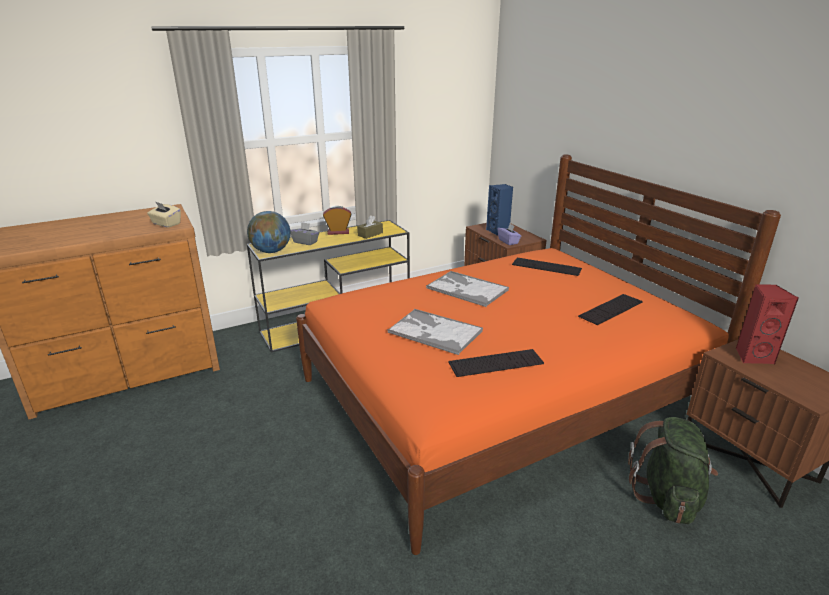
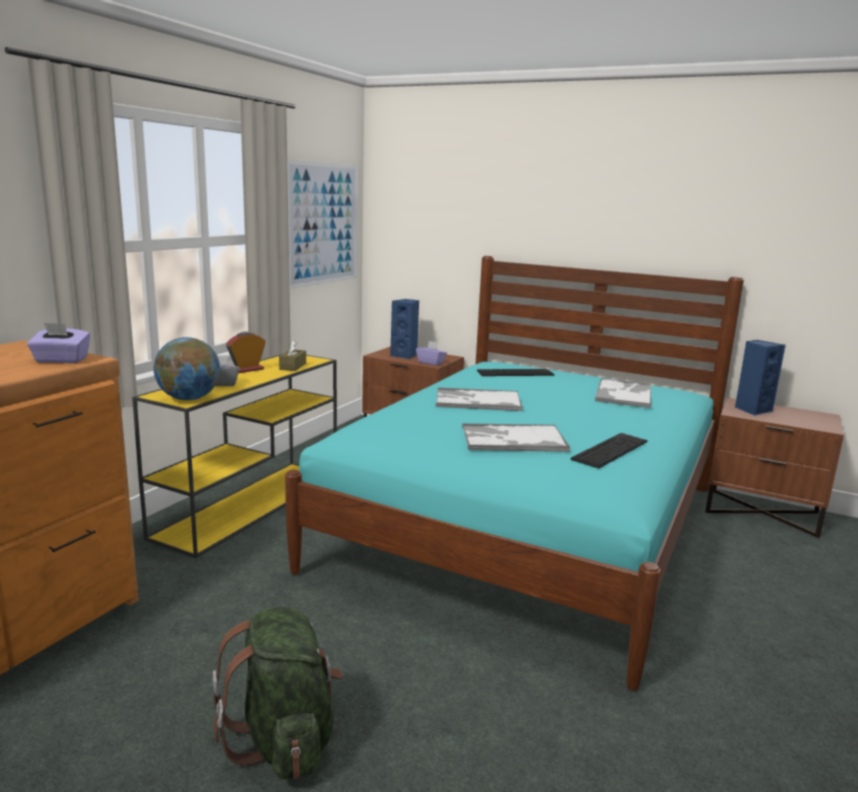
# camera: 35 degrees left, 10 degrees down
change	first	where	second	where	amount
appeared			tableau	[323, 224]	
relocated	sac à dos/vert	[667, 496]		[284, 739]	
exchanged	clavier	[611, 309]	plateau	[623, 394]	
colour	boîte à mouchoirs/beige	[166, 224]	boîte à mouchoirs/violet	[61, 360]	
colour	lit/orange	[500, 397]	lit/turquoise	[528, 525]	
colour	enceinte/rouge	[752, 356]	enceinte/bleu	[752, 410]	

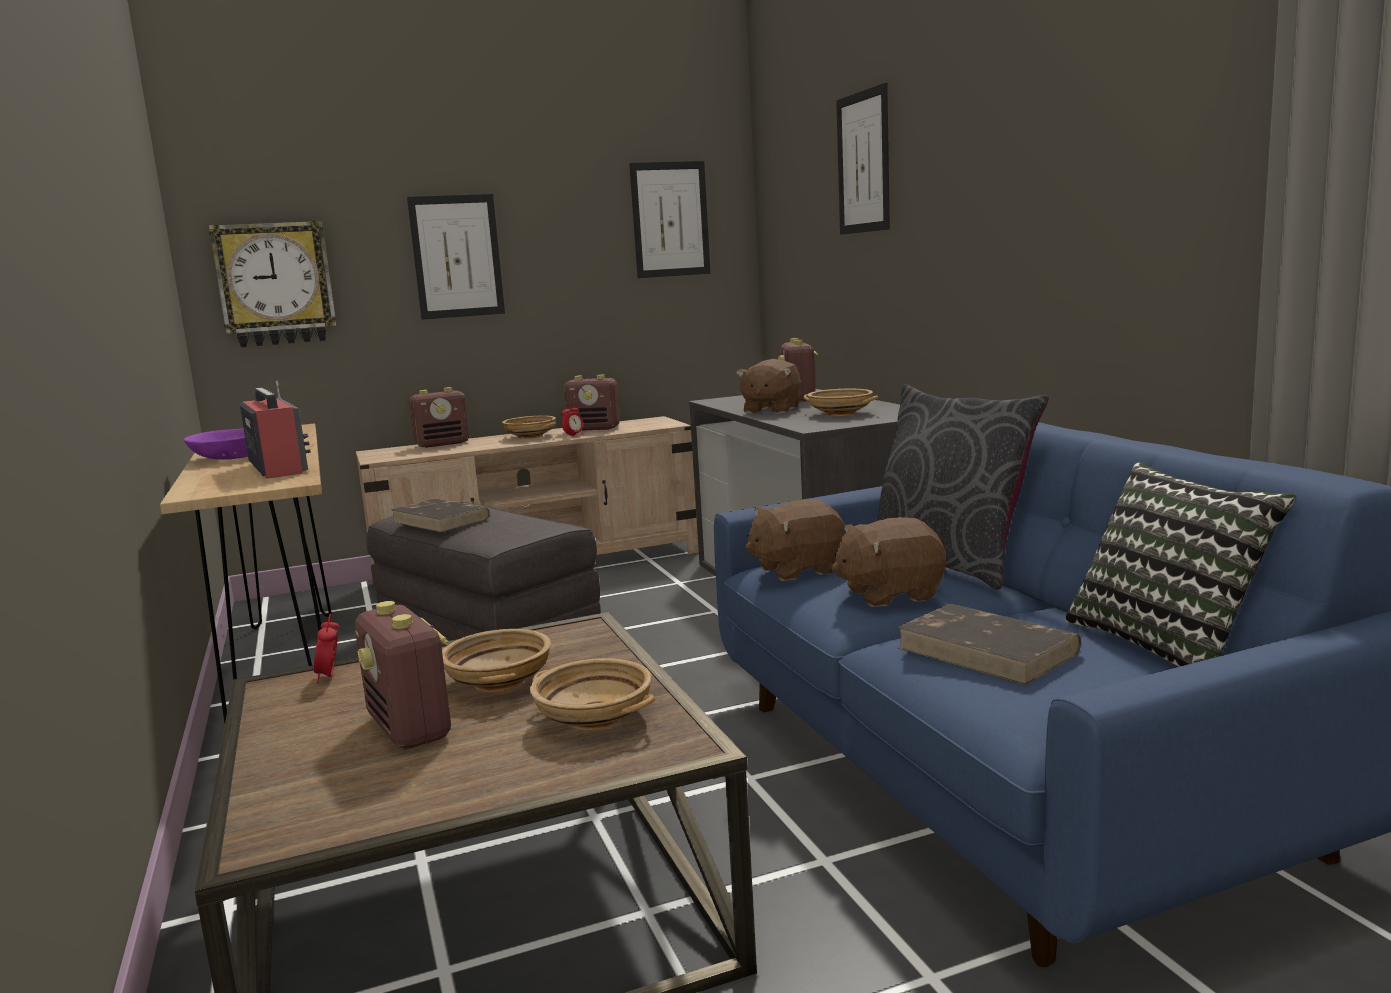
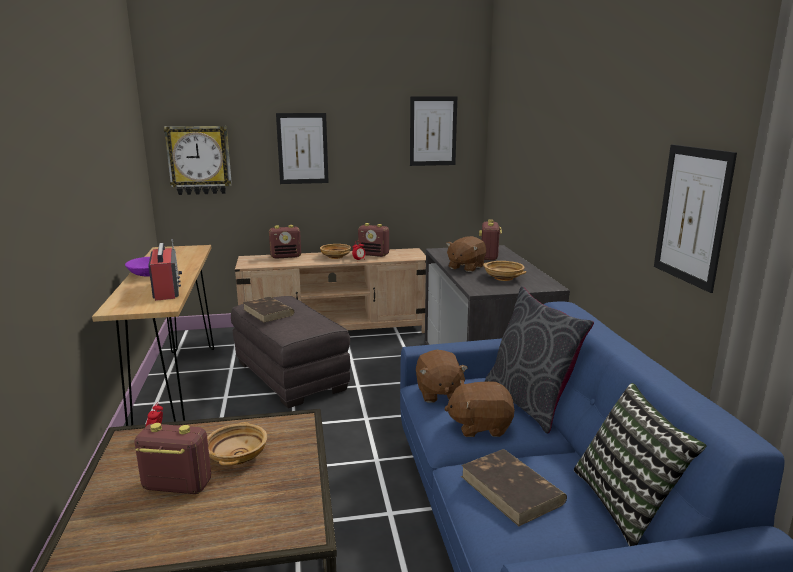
# camera: 10 degrees right, 5 degrees up
change	first	where	second	where	amount
missing	bol/beige	[593, 718]			
relocated	tableau	[863, 162]		[692, 215]	
spun	radio	[410, 728]		[176, 486]	120 degrees clockwise
spun	peluche/marron	[797, 570]		[438, 393]	90 degrees counterclockwise

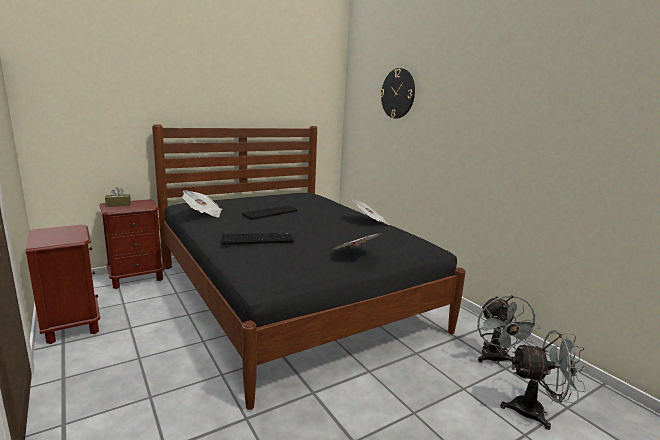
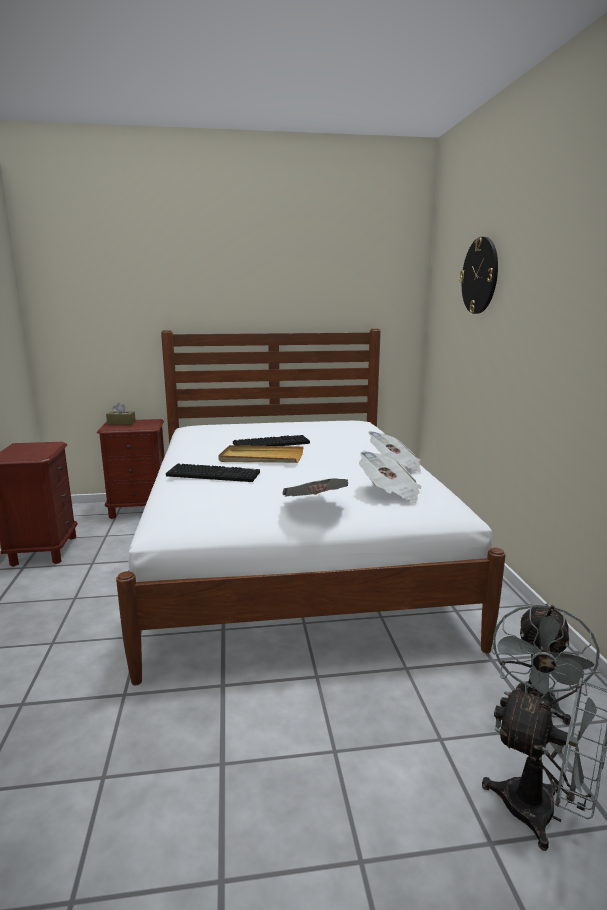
# camera: 25 degrees right, 0 degrees up
change	first	where	second	where	amount
appeared			plateau/beige	[261, 458]	
relocated	journal	[203, 214]		[390, 493]	
colour	lit/noir	[290, 296]	lit/blanc	[290, 557]	

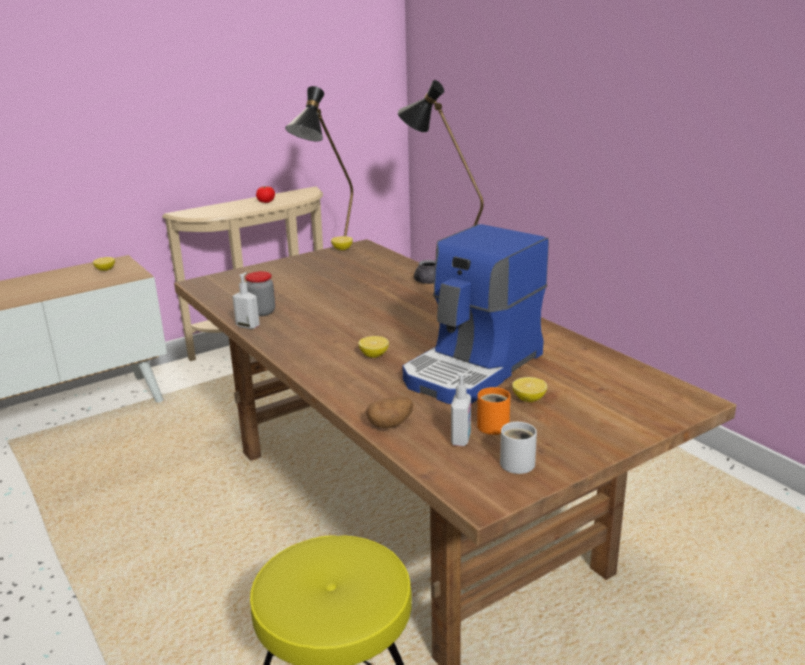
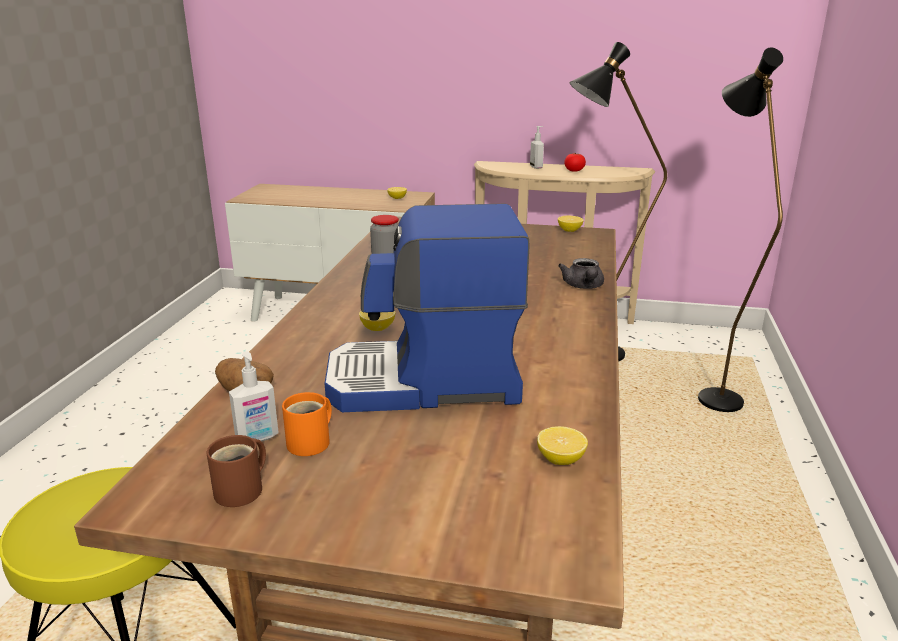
# camera: 45 degrees right, 0 degrees up
change	first	where	second	where	amount
relocated	distributeur de savon	[248, 326]		[536, 167]	
relocated	citron	[529, 399]		[560, 460]	
colour	mug/blanc	[517, 461]	mug/marron	[243, 490]	

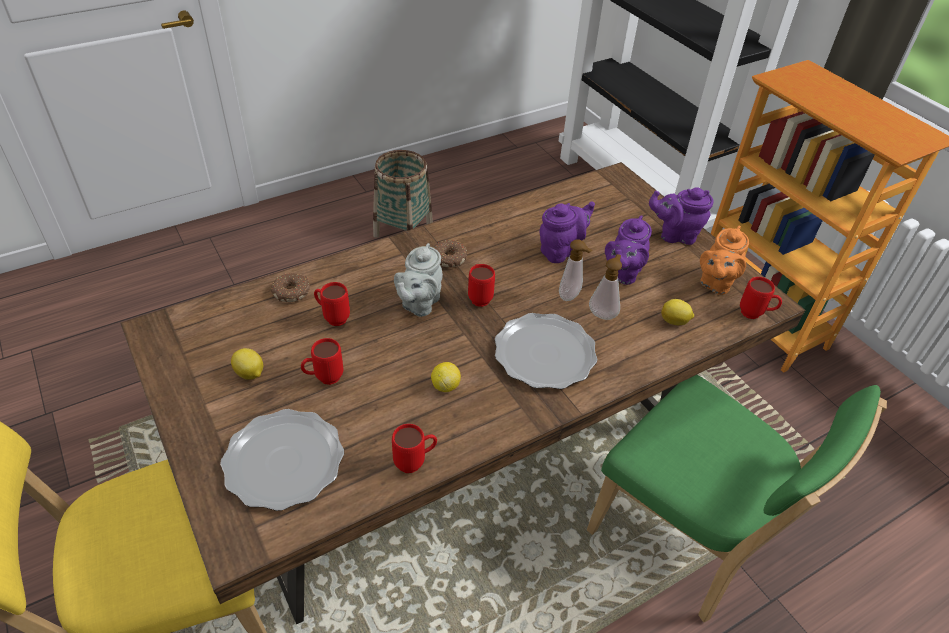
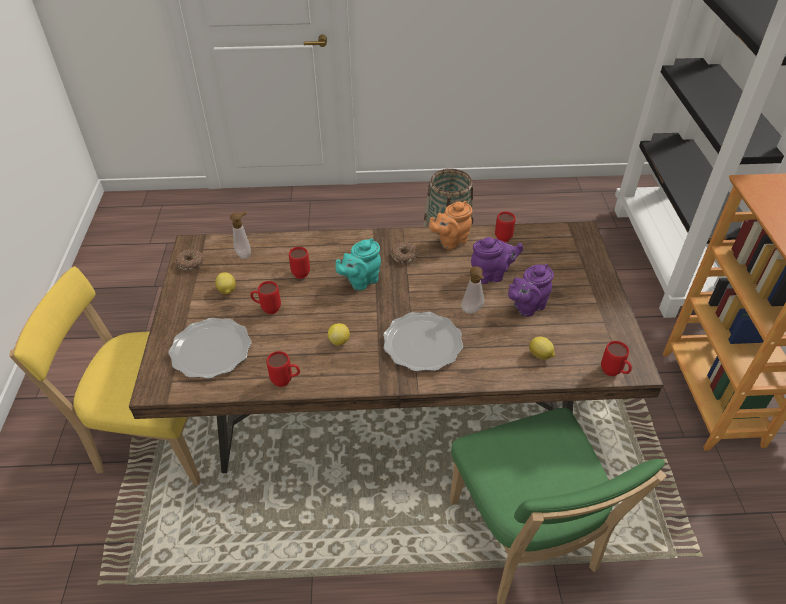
# camera: 30 degrees right, 0 degrees up
change	first	where	second	where	amount
missing	théière/violet	[675, 235]			
relocated	beignet	[292, 292]		[191, 263]	
relocated	mug/rouge	[479, 297]		[503, 236]	
relocated	distributeur de savon	[603, 313]		[245, 254]	
relocated	théière/orange	[715, 283]		[450, 241]	
colour	théière/gris	[419, 304]	théière/turquoise	[360, 281]	

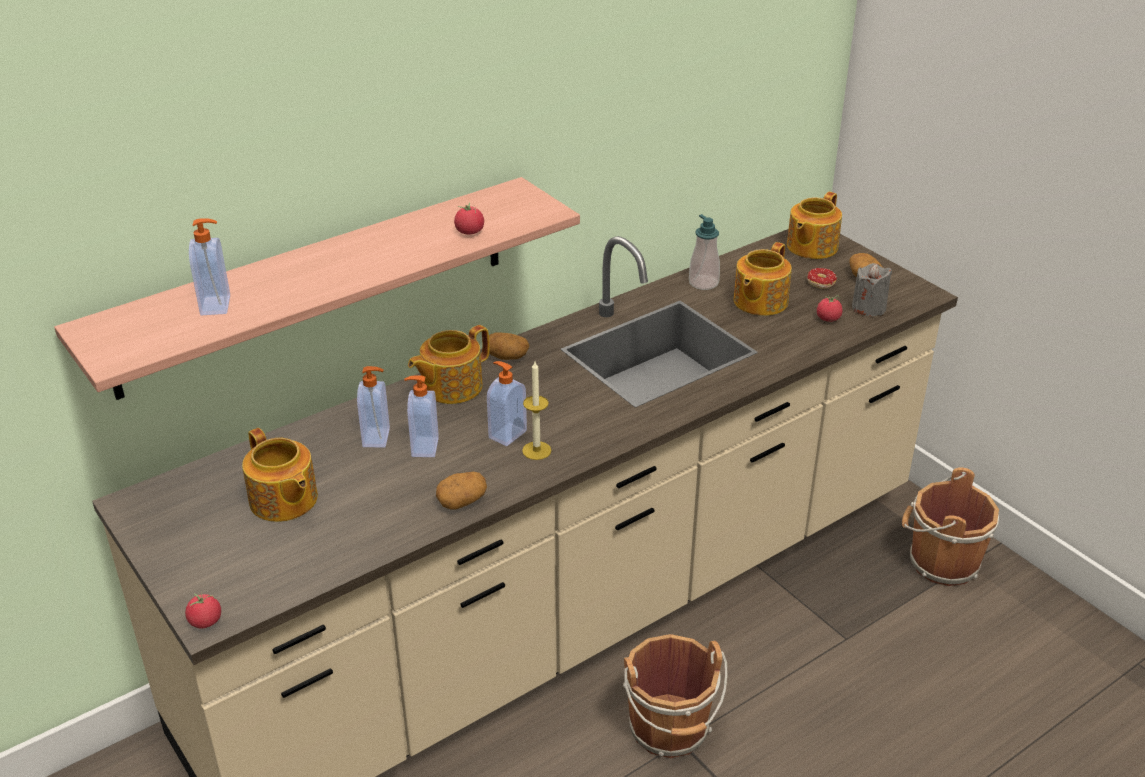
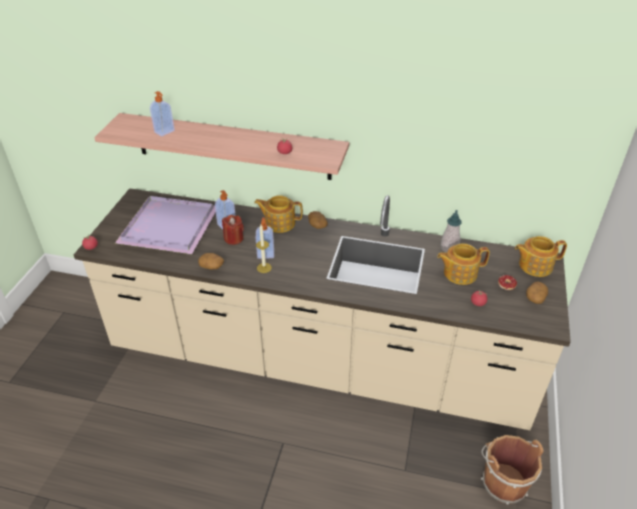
# camera: 50 degrees right, 5 degrees up
change	first	where	second	where	amount
missing	seau/marron	[670, 730]			
missing	bougie/gris	[868, 308]			
exchanged	théière	[283, 501]	plateau/violet	[168, 225]	
exchanged	distributeur de savon	[423, 447]	bougie/rouge	[233, 238]	

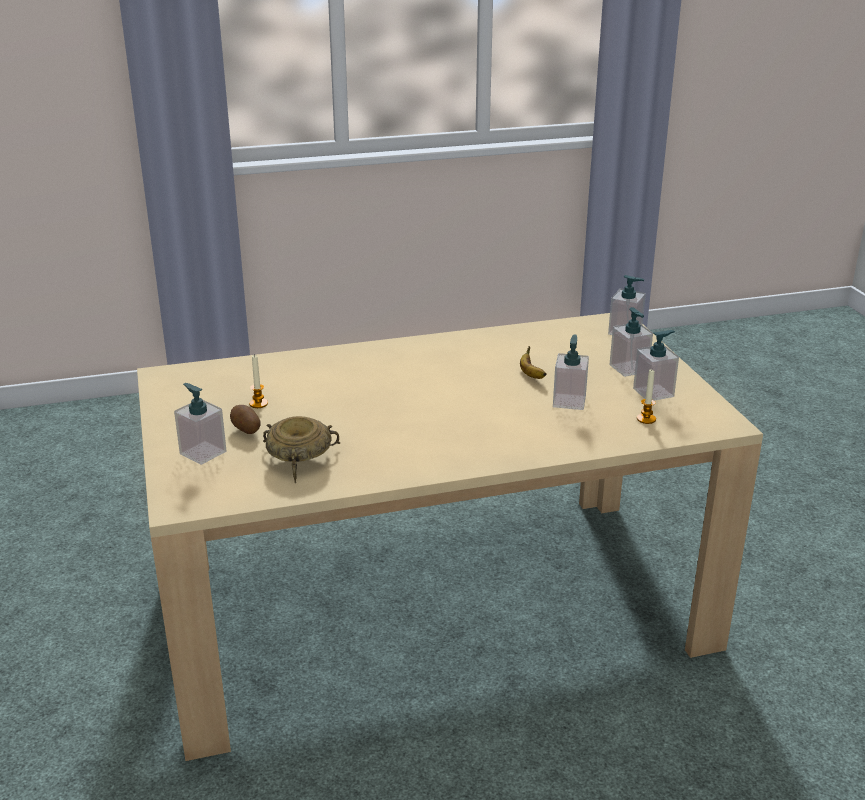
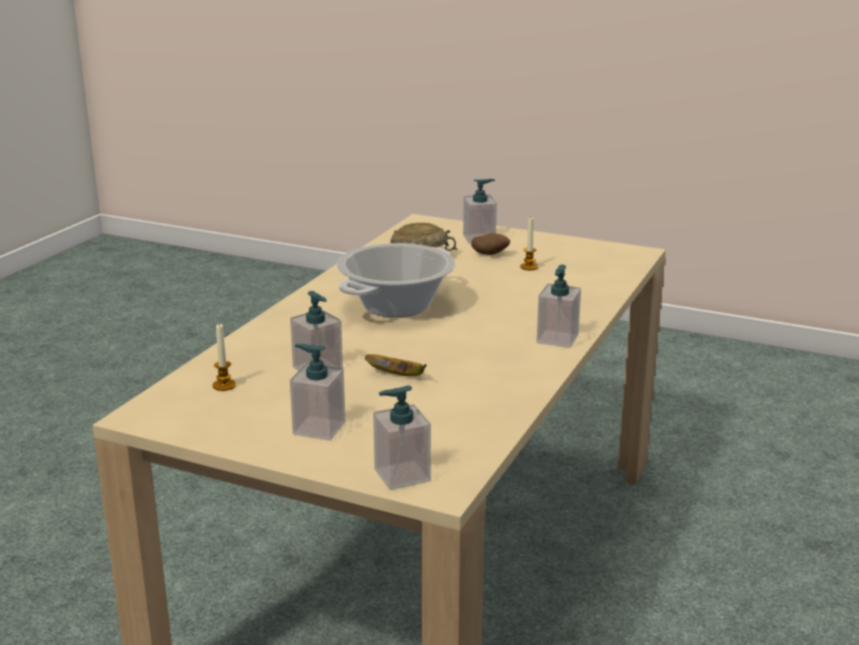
# camera: 130 degrees right, 5 degrees down
change	first	where	second	where	amount
appeared			marmite	[397, 306]	
relocated	distributeur de savon	[653, 392]		[557, 339]	

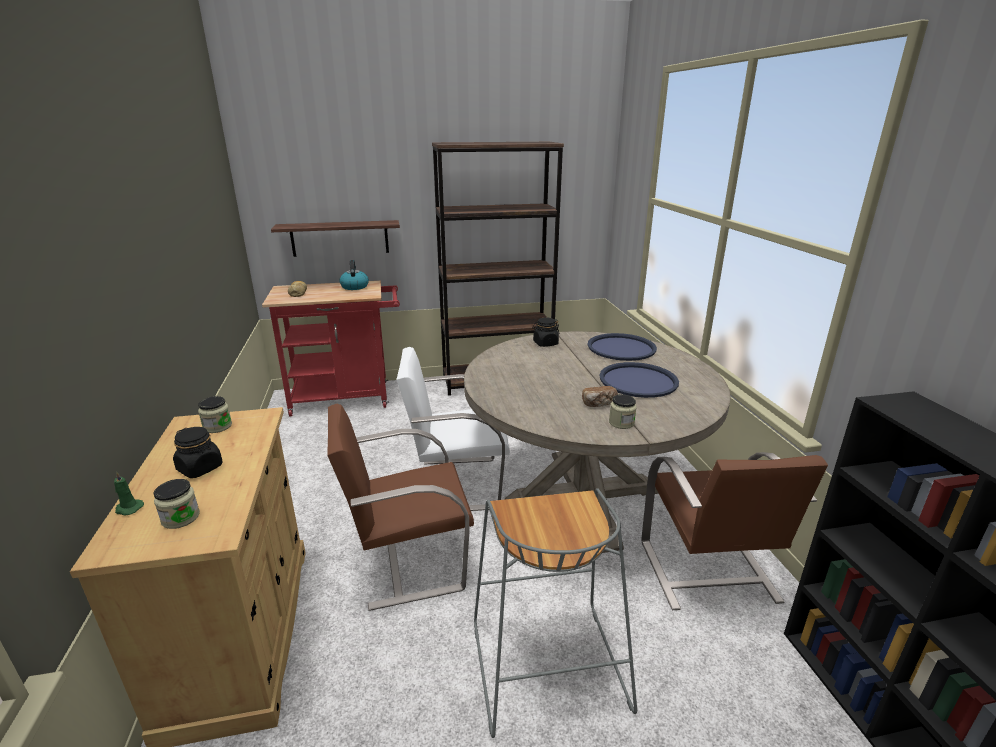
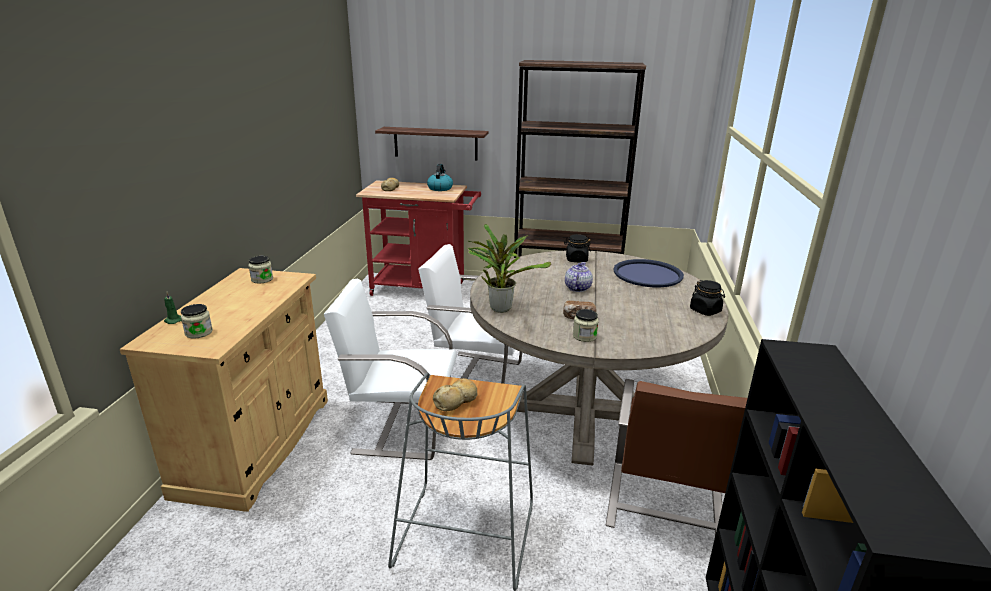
# camera: 20 degrees right, 0 degrees up
change	first	where	second	where	amount
missing	plateau/bleu	[638, 381]			
appeared			pain	[456, 400]	
appeared			plante en pot	[499, 307]	
appeared			théière	[577, 288]	
relocated	bocal/noir	[200, 468]		[705, 311]	
colour	chaise/marron	[408, 560]	chaise/blanc	[401, 426]	

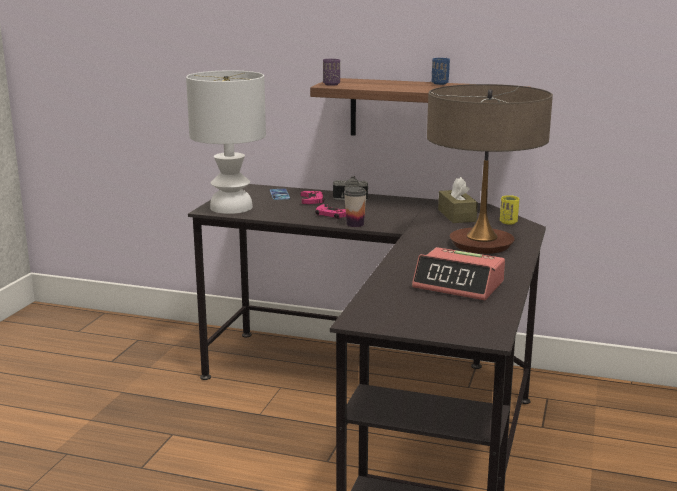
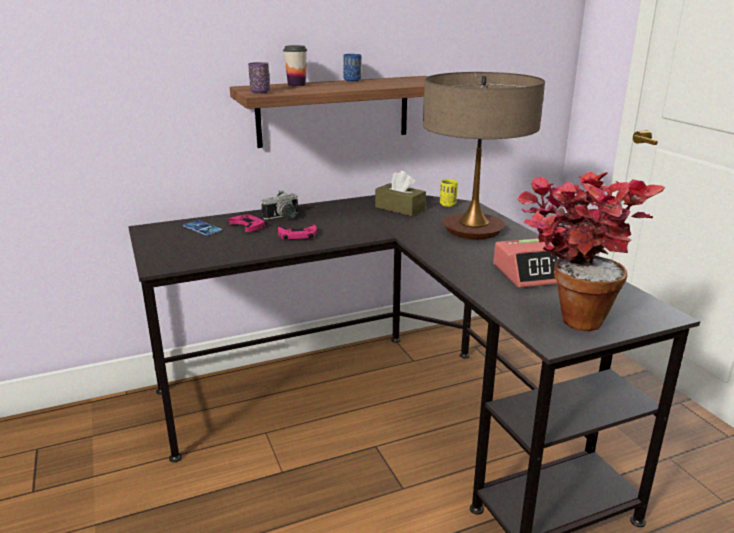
# camera: 40 degrees left, 5 degrees up
change	first	where	second	where	amount
missing	lampe de table/blanc	[230, 207]			
appeared			plante en pot	[568, 316]	
relocated	tasse	[355, 224]		[296, 85]	

